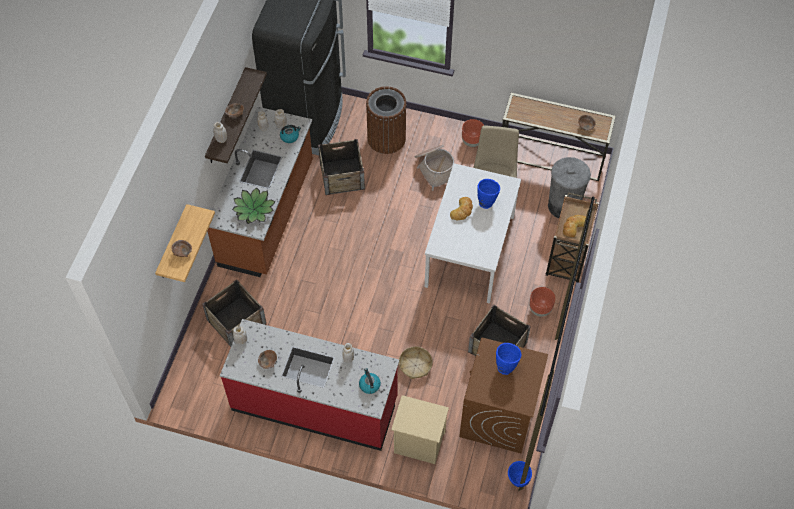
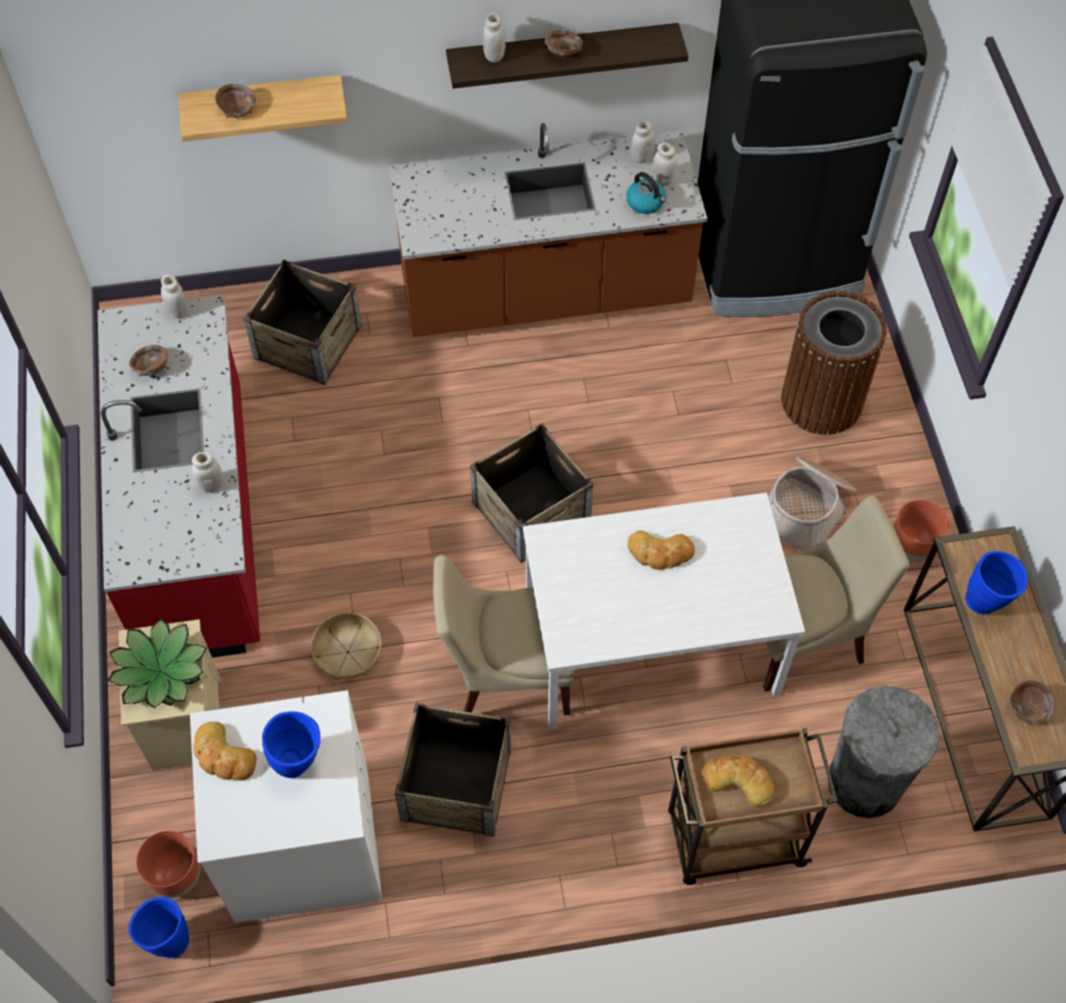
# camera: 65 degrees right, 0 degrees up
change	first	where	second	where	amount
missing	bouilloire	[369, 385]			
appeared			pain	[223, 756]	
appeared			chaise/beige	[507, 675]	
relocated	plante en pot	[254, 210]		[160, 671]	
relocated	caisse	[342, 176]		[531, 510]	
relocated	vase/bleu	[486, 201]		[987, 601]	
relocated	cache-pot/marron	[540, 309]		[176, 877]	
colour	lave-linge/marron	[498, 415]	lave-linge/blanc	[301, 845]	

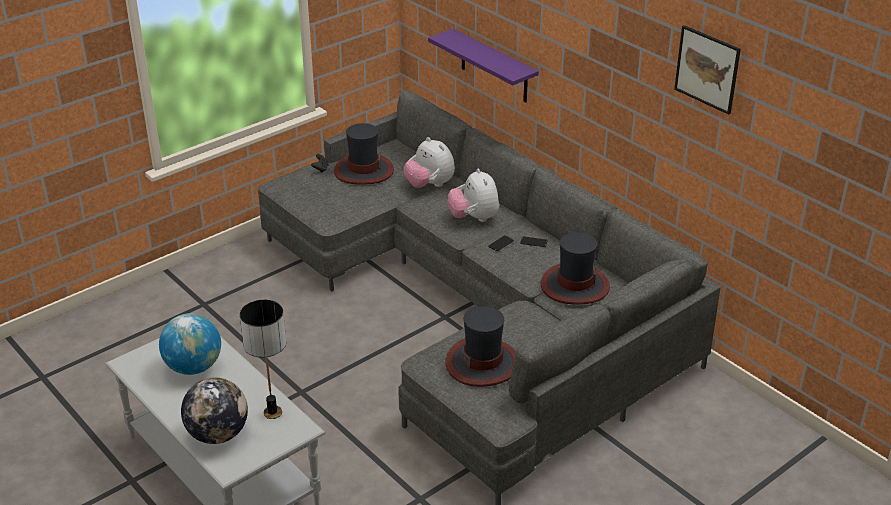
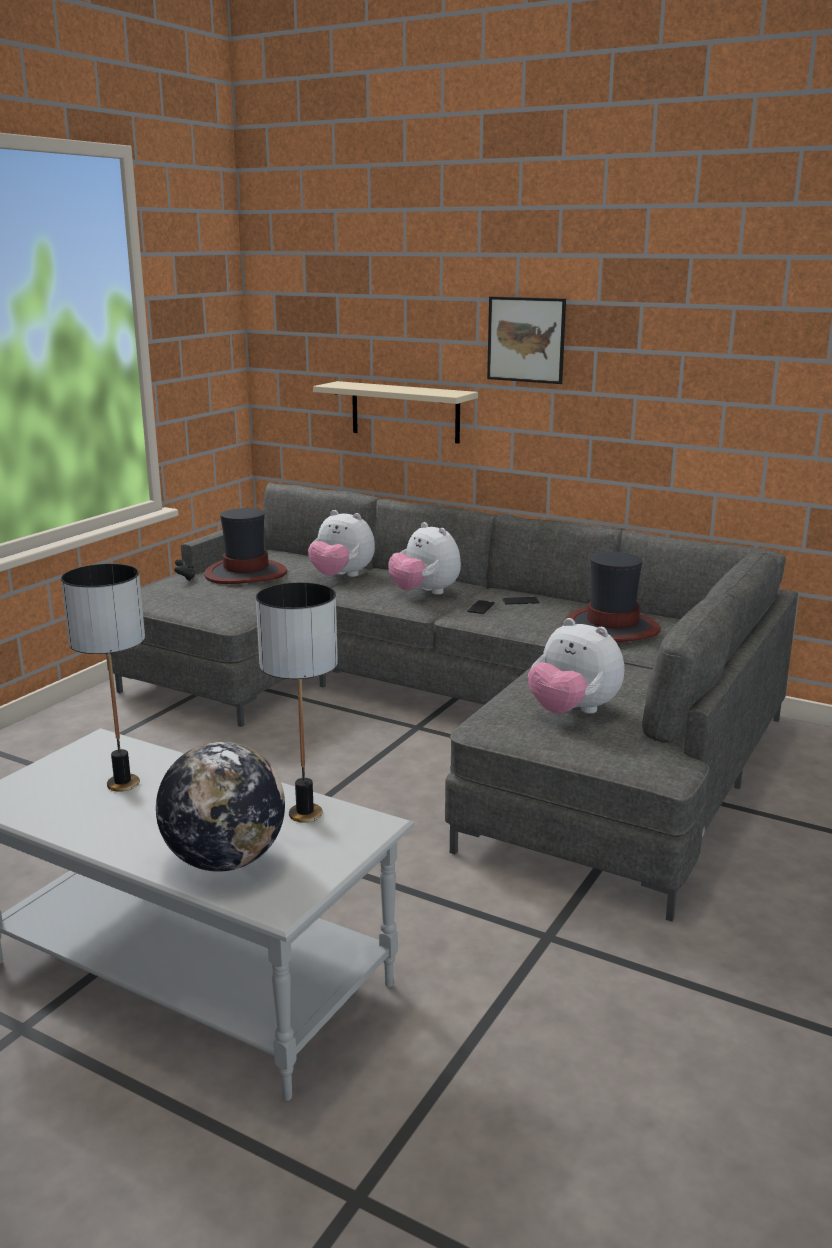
# camera: 20 degrees left, 15 degrees down
change	first	where	second	where	amount
relocated	tableau	[707, 69]		[526, 339]	
exchanged	globe	[193, 367]	lampe de table	[122, 783]	
exchanged	chapeau	[483, 363]	peluche	[573, 712]	
colour	étagère/violet	[494, 67]	étagère/beige	[405, 412]	

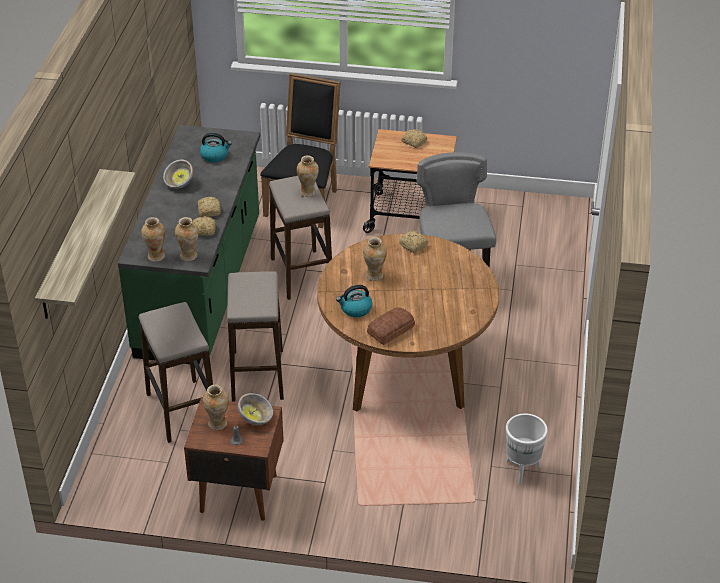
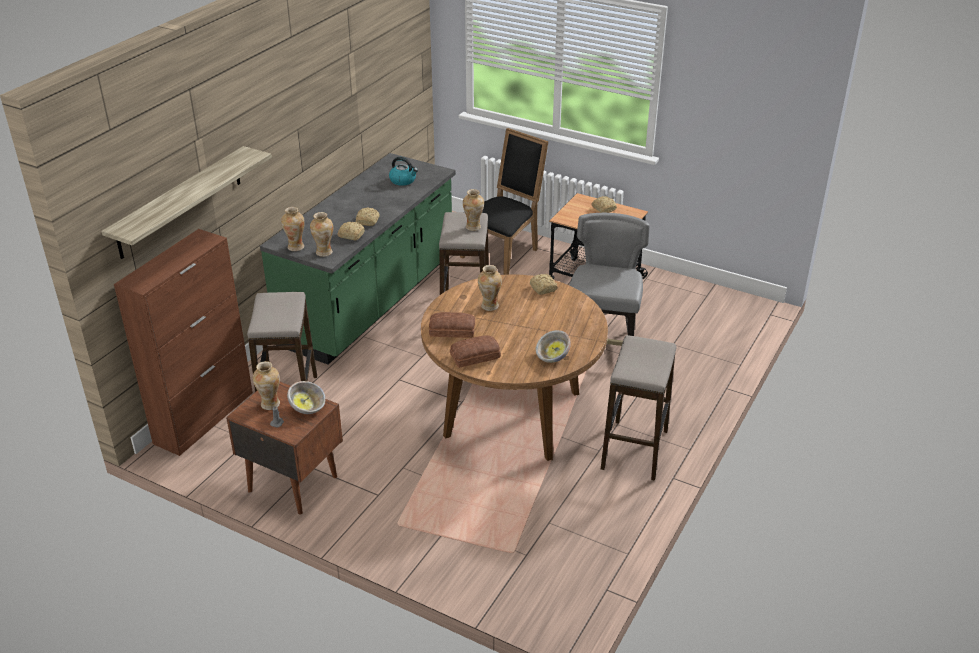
# camera: 20 degrees right, 5 degrees down
change	first	where	second	where	amount
missing	cache-pot/blanc	[522, 471]			
appeared			meuble de rangement/marron	[205, 417]	
relocated	bol	[179, 184]		[552, 357]	
relocated	tabouret	[257, 375]		[634, 450]	
exchanged	bouilloire	[355, 309]	pain	[452, 331]	

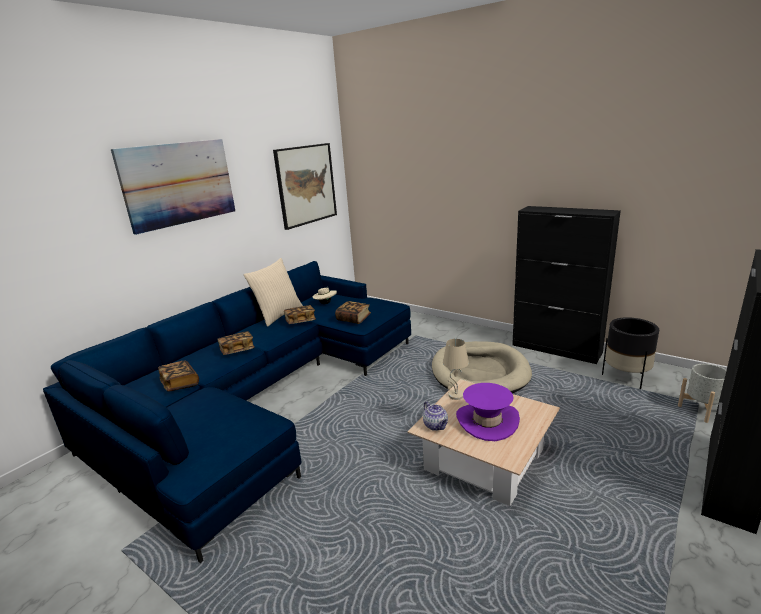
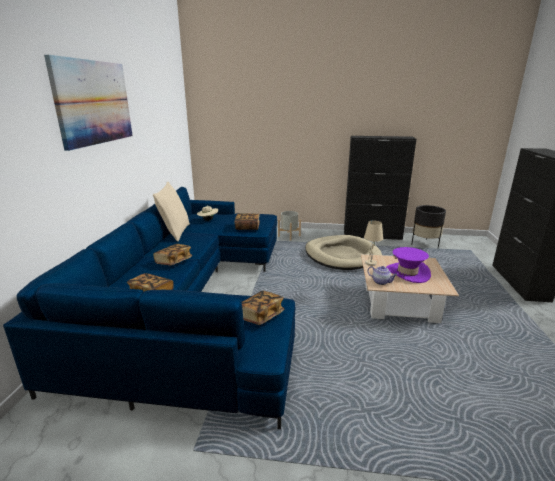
# camera: 30 degrees left, 0 degrees up
change	first	where	second	where	amount
missing	tableau	[306, 185]			
relocated	livre	[300, 321]		[260, 316]	
relocated	cache-pot/gris	[702, 410]		[289, 236]	

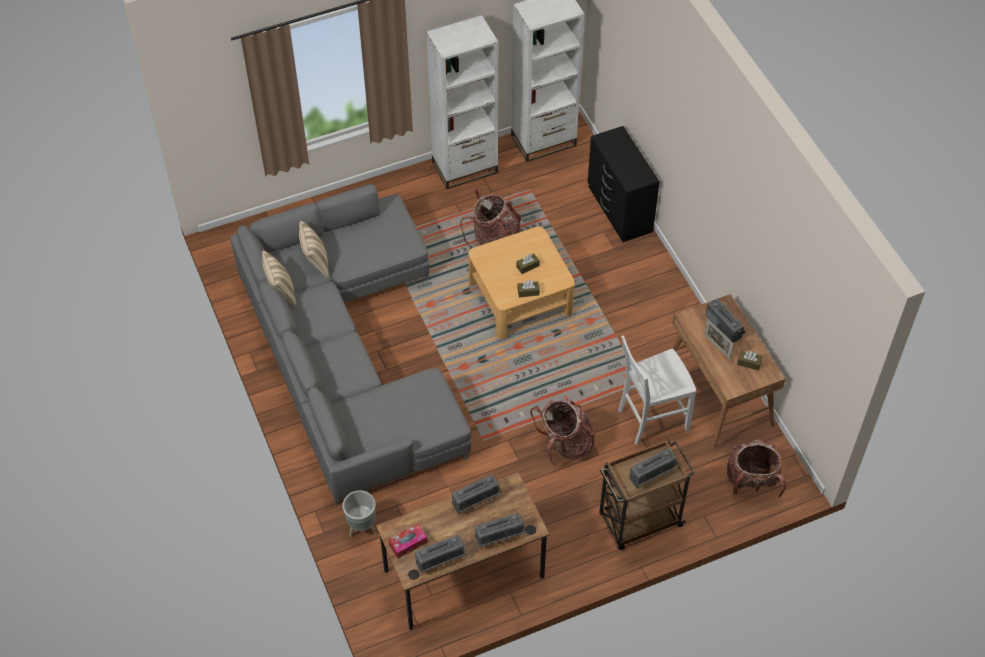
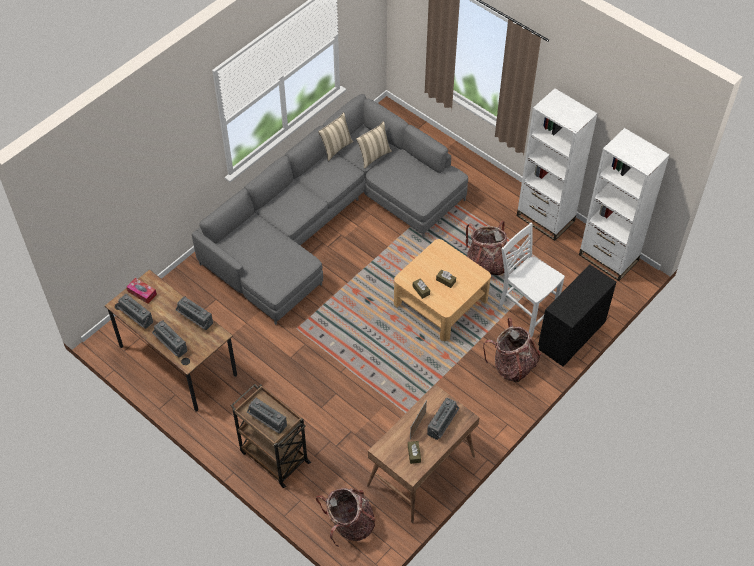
# camera: 65 degrees right, 0 degrees up
change	first	where	second	where	amount
missing	cache-pot/gris	[361, 528]			
relocated	sac à dos	[565, 444]		[512, 365]	
relocated	chaise/blanc	[651, 419]		[525, 310]	

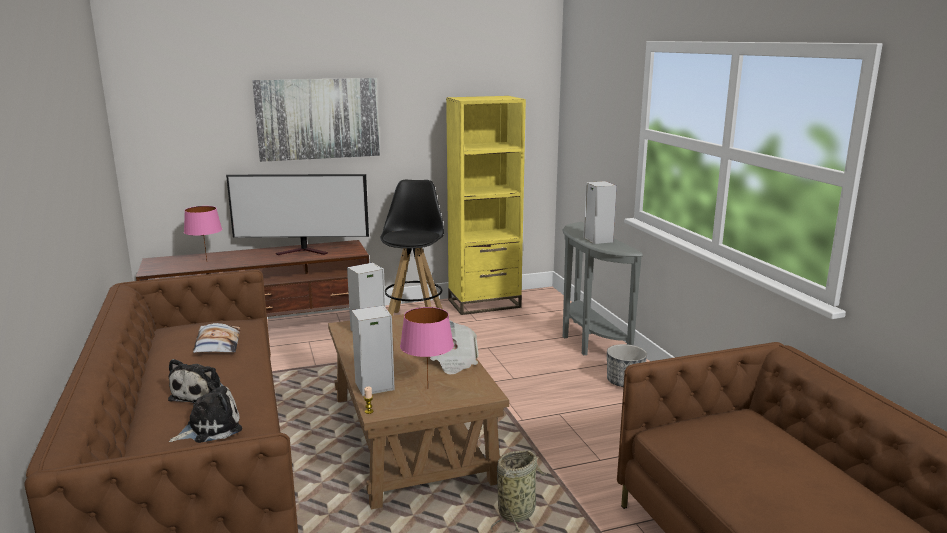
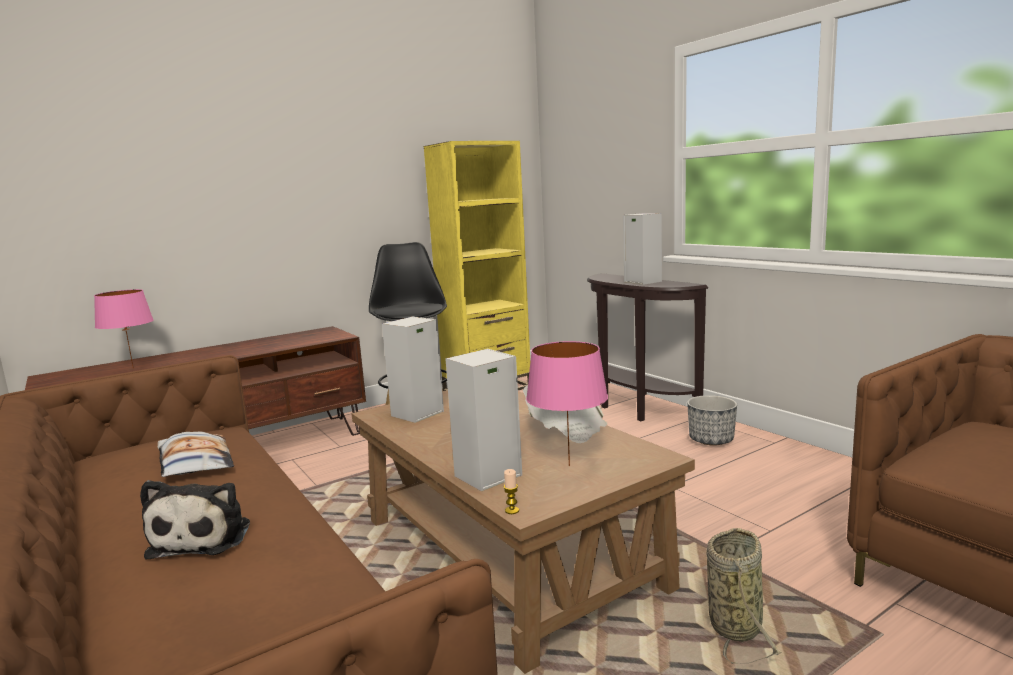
# camera: 15 degrees left, 5 degrees down
change	first	where	second	where	amount
missing	peluche	[210, 428]			
missing	téléviseur	[304, 251]			
missing	tableau	[318, 119]			
colour	table console/gris	[588, 344]	table console/marron	[636, 409]	

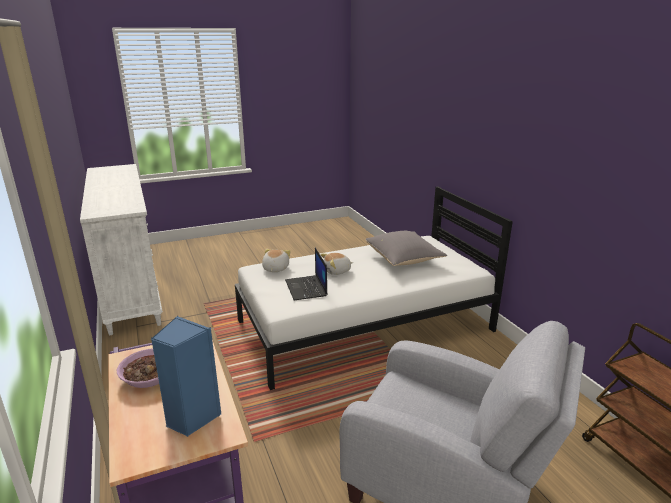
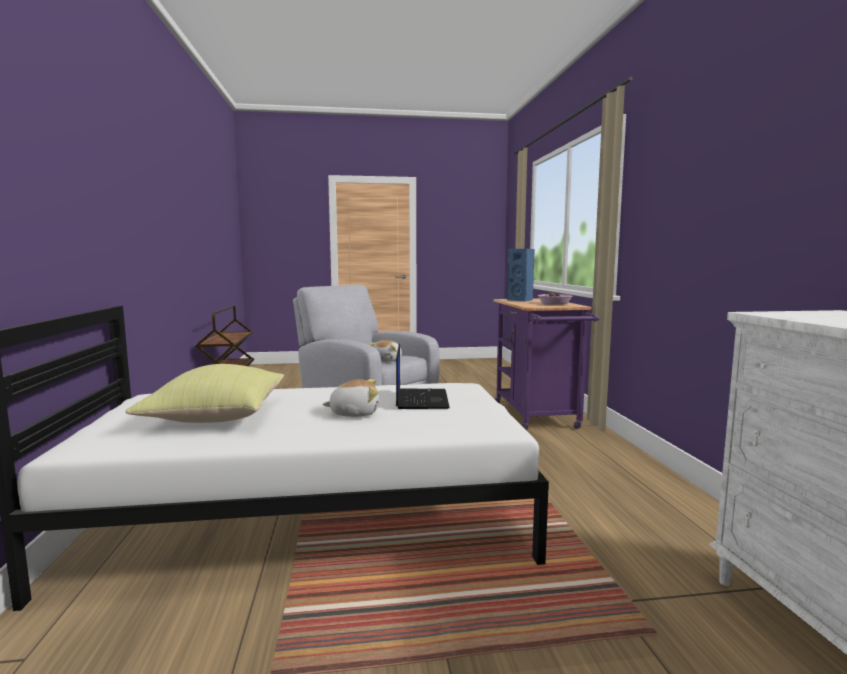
# camera: 165 degrees left, 15 degrees down
change	first	where	second	where	amount
relocated	peluche	[275, 269]		[387, 360]	
colour	coussin/gris	[404, 260]	coussin/jaune	[216, 417]	

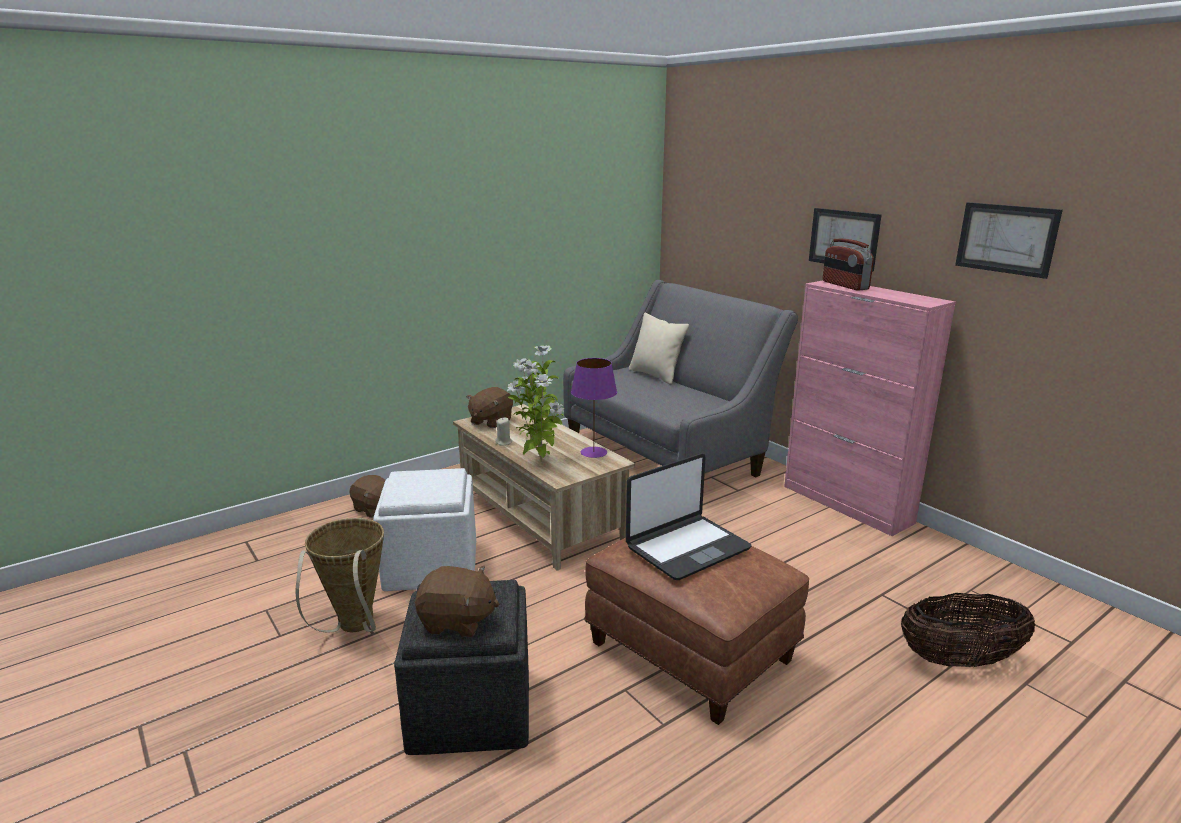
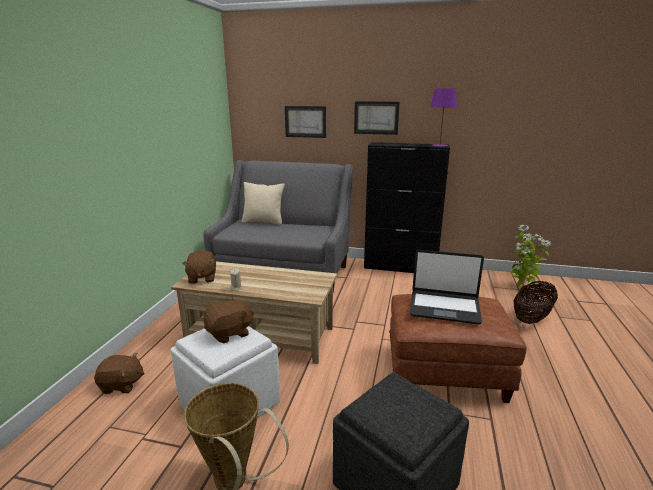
# camera: 40 degrees left, 0 degrees up
change	first	where	second	where	amount
missing	radio	[844, 285]			
relocated	peluche/marron	[457, 621]		[230, 333]	
relocated	plante en pot	[539, 461]		[522, 287]	
relocated	lampe de table/violet	[593, 452]		[439, 145]	
relocated	tableau	[1006, 239]		[305, 121]	
colour	meuble de rangement/rose	[847, 504]	meuble de rangement/noir	[400, 267]	
spun	ordinateur portable	[687, 547]		[444, 307]	90 degrees clockwise

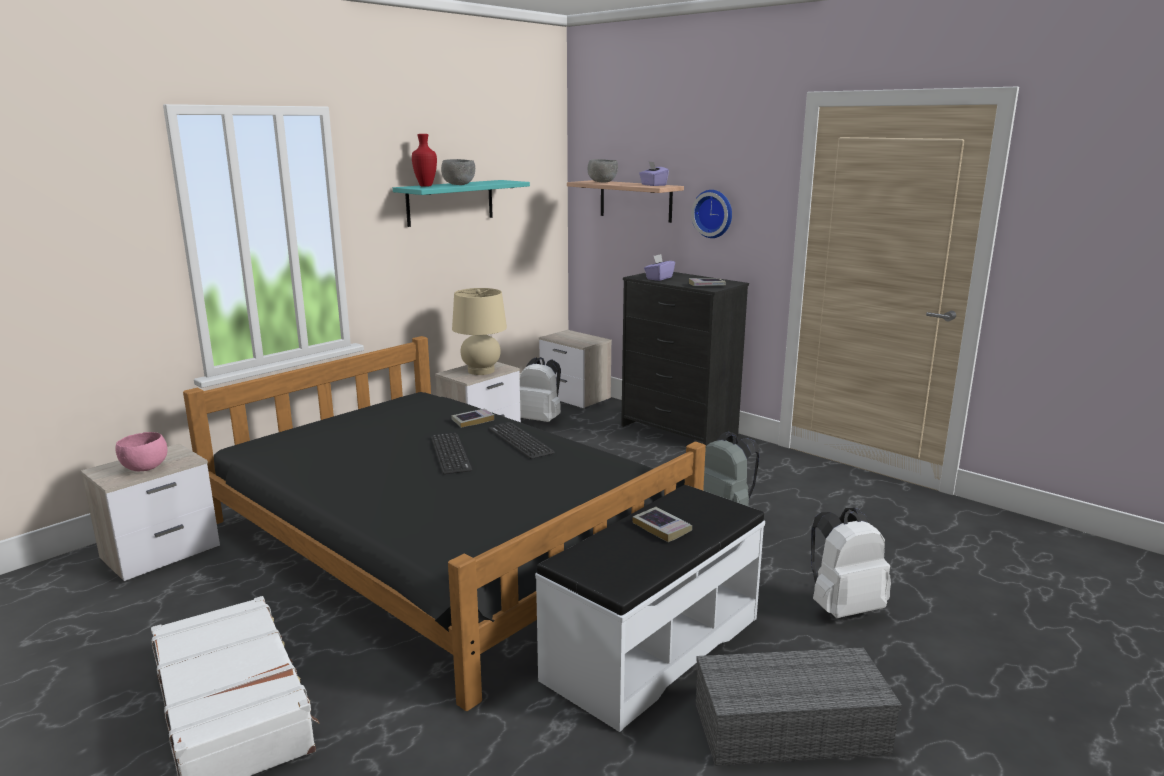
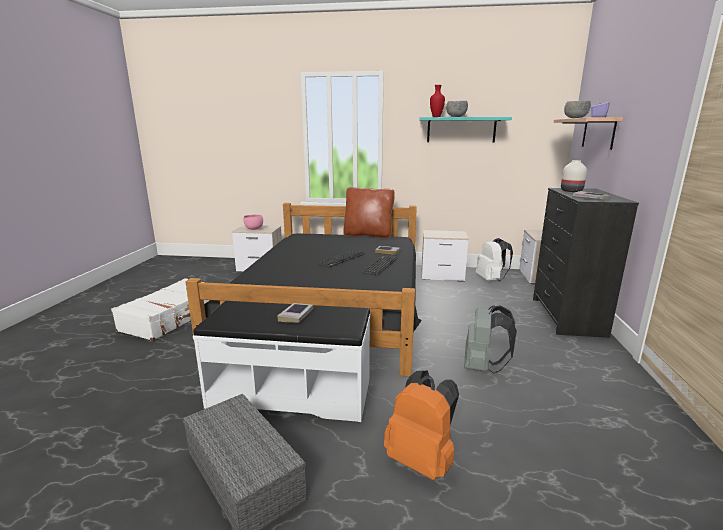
# camera: 55 degrees right, 0 degrees up
change	first	where	second	where	amount
missing	lampe de table/beige	[481, 371]			
missing	horloge murale	[714, 213]			
appeared			coussin/marron	[368, 235]	
exchanged	boîte à mouchoirs/violet	[659, 278]	vase/blanc	[571, 191]	
colour	sac à dos/blanc	[843, 607]	sac à dos/orange	[422, 460]	

